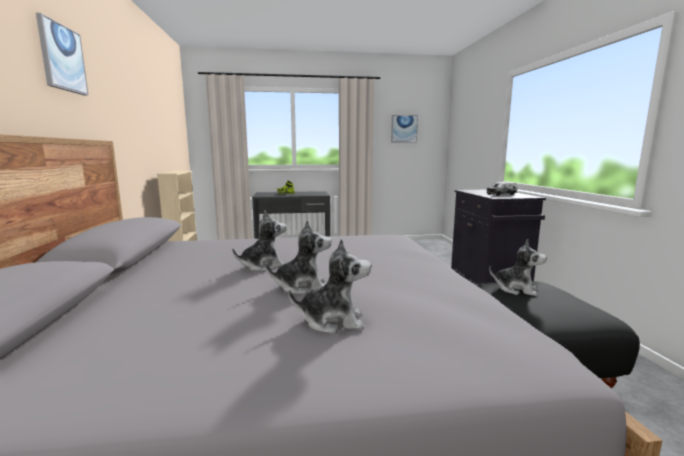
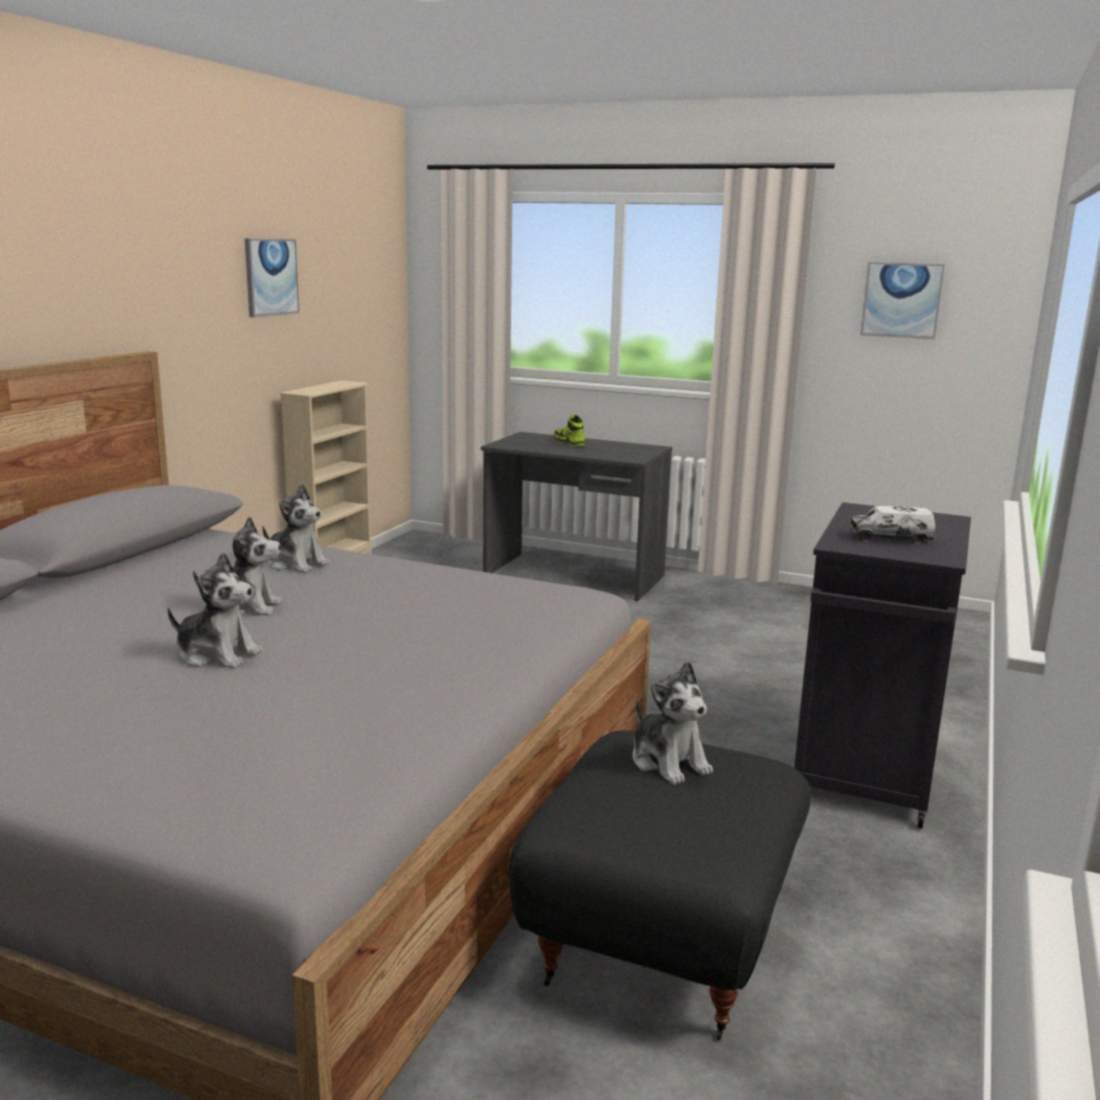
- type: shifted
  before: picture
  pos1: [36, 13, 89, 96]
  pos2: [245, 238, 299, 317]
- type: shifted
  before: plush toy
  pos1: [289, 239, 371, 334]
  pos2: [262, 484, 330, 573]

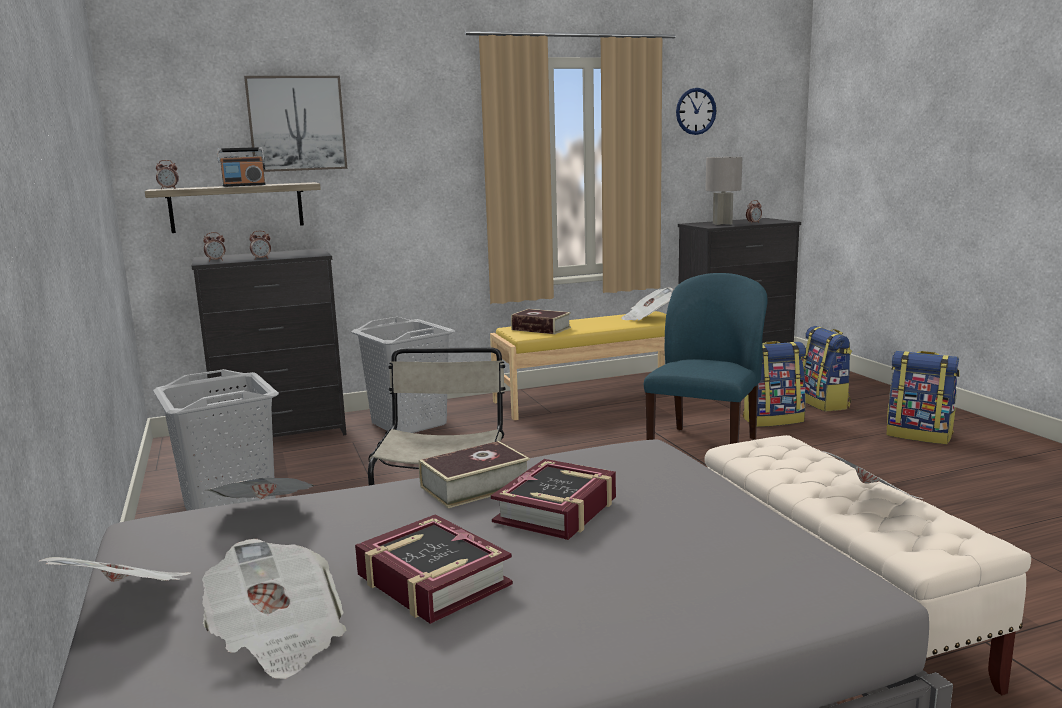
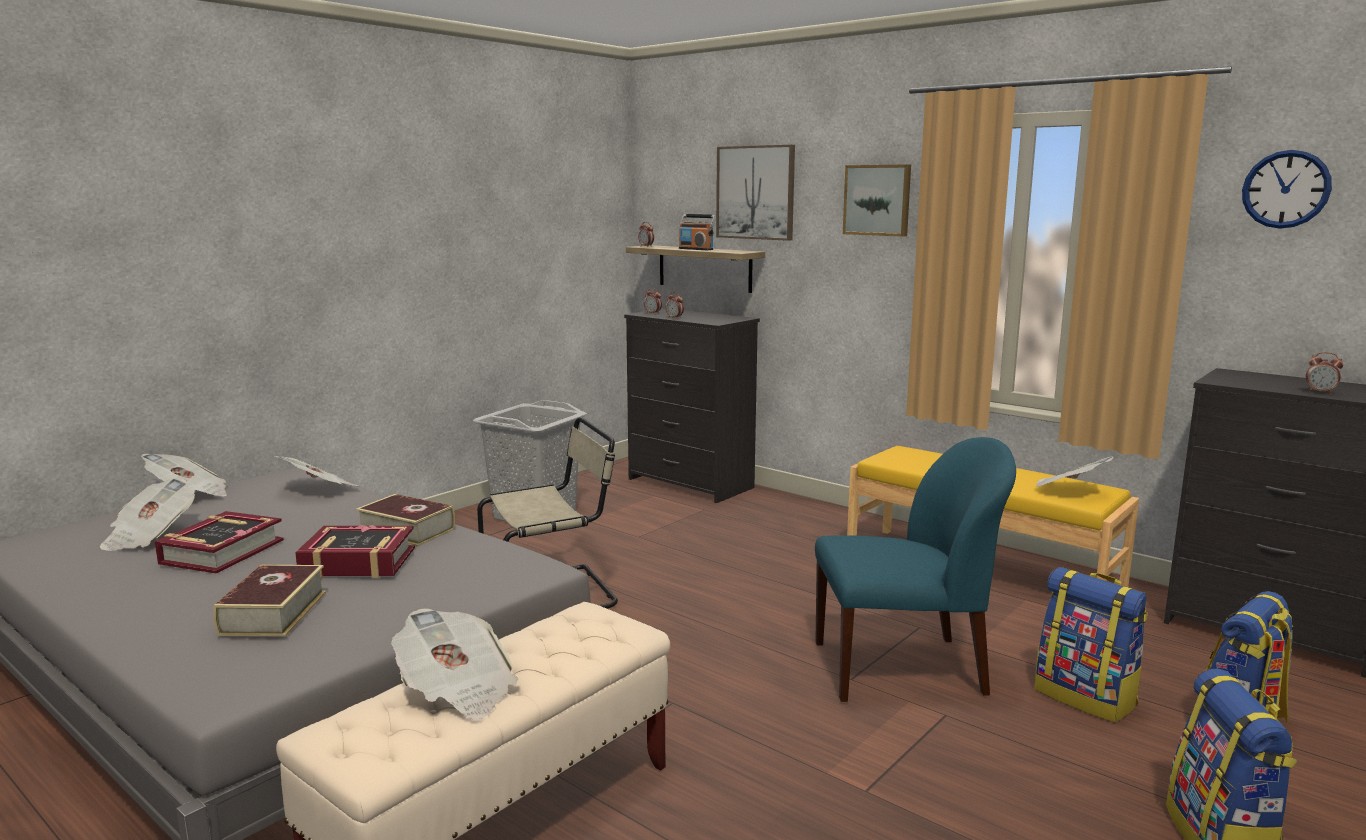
- type: shifted
  before: book
  pos1: [511, 309, 571, 334]
  pos2: [213, 565, 326, 637]
- type: new
  after: picture
  pos2: [843, 164, 911, 237]
- type: gone
  before: grey laundry basket
  pos1: [351, 317, 455, 433]
- type: gone
  before: grey table lamp
  pos1: [706, 157, 742, 225]

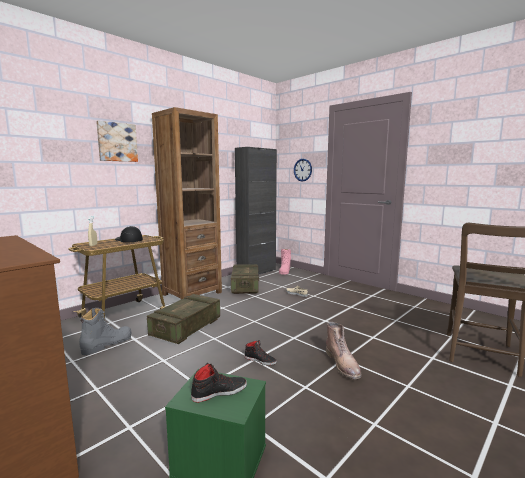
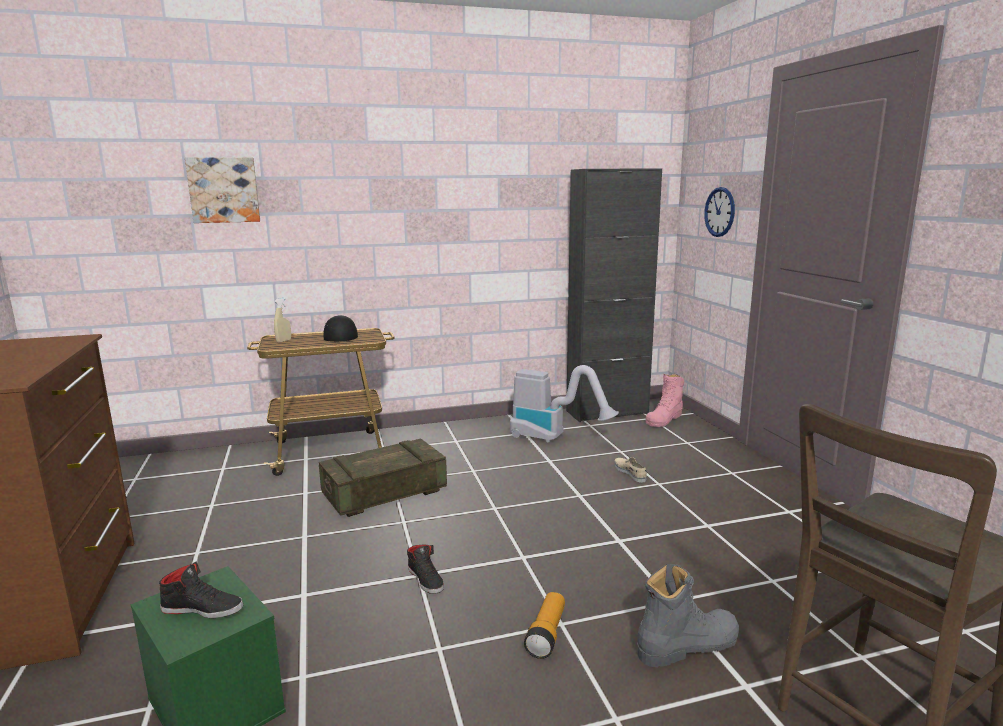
- type: shifted
  before: picture
  pos1: [96, 120, 138, 162]
  pos2: [185, 157, 260, 223]
- type: swapped
  before: crate
  after: vacuum cleaner
  pos1: [231, 264, 259, 294]
  pos2: [510, 365, 619, 443]
- type: swapped
  before: brown boot
  after: flashlight
  pos1: [326, 322, 362, 379]
  pos2: [524, 592, 565, 659]
- type: shifted
  before: grey boot
  pos1: [79, 308, 132, 355]
  pos2: [637, 564, 739, 667]
- type: gone
  before: brown bookcase
  pos1: [152, 107, 222, 300]

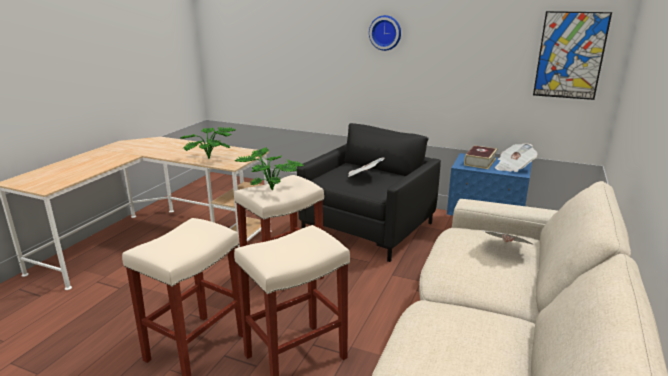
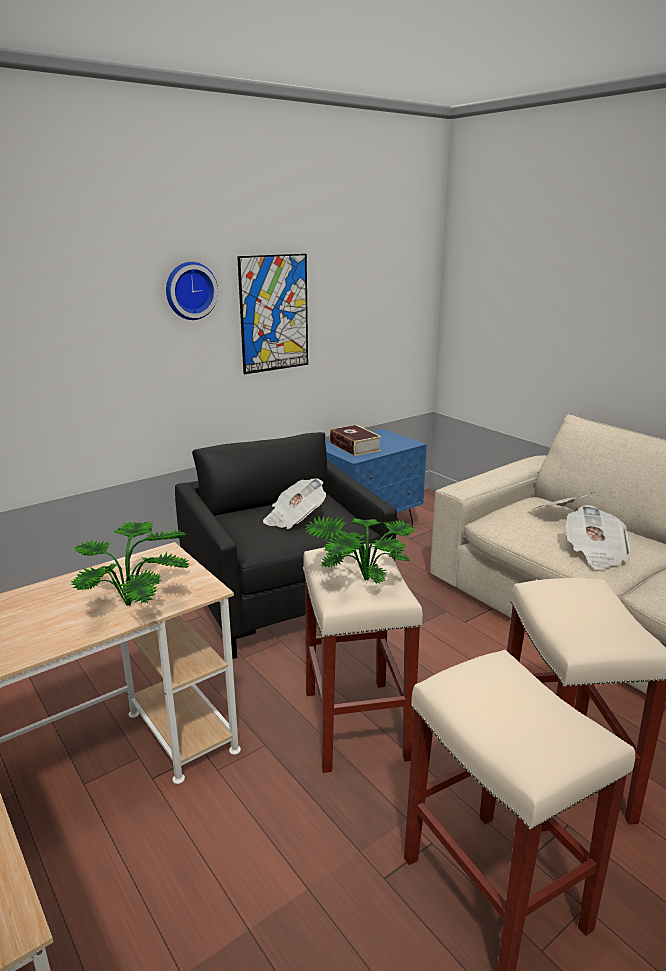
- type: shifted
  before: picture
  pos1: [533, 11, 612, 100]
  pos2: [237, 254, 308, 374]
- type: shifted
  before: newspaper
  pos1: [495, 143, 538, 172]
  pos2: [565, 505, 630, 570]

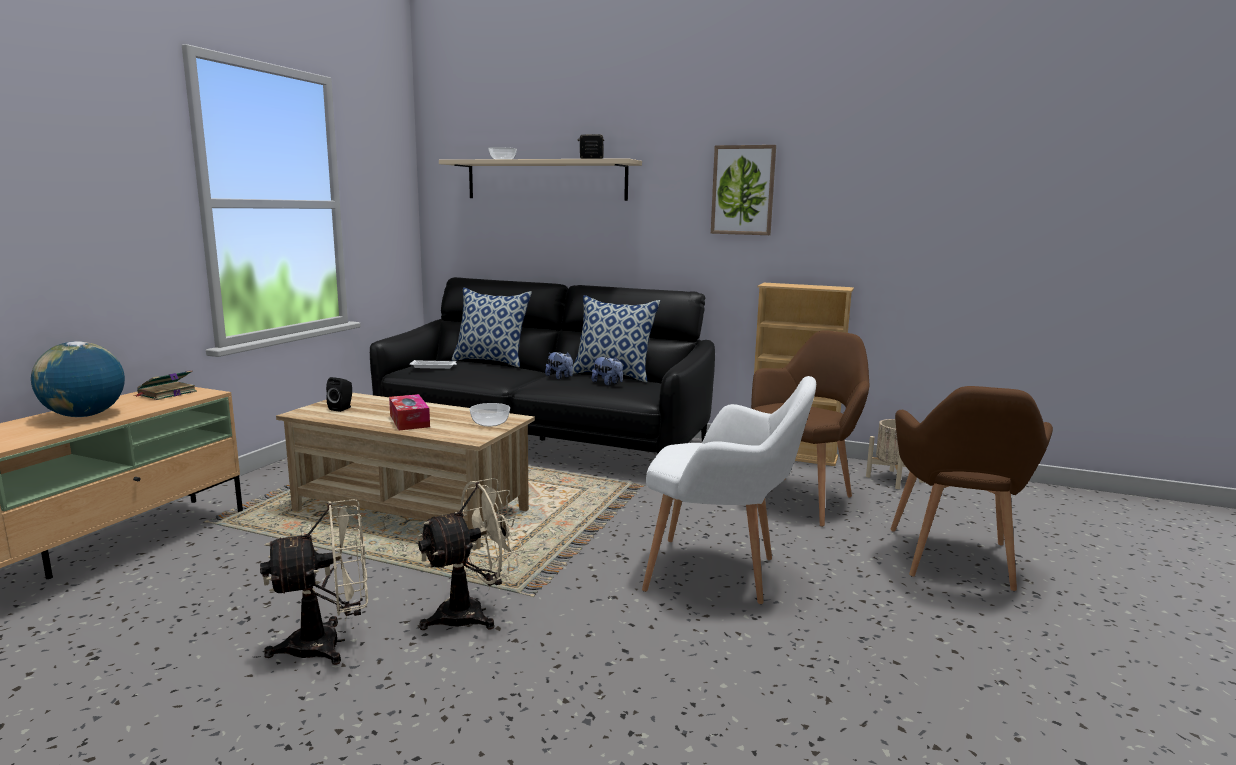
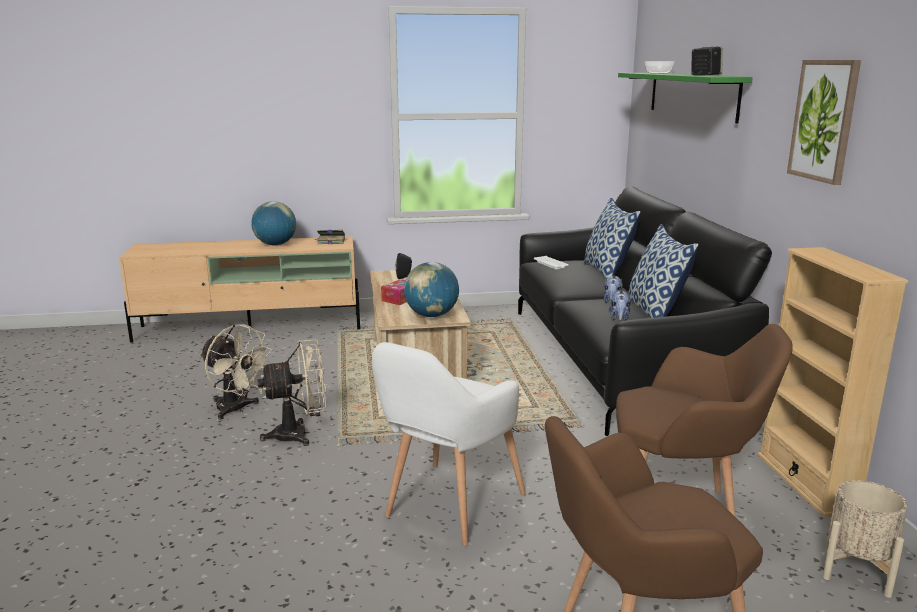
- type: rotated
  before: beige fan
  pos1: [417, 478, 524, 630]
  pos2: [257, 339, 326, 446]
  turn: -45
- type: rotated
  before: white armchair
  pos1: [642, 376, 816, 604]
  pos2: [372, 342, 526, 546]
  turn: 45
- type: swapped
  before: bowl
  after: globe
  pos1: [469, 403, 510, 427]
  pos2: [404, 262, 459, 317]
- type: repainted
  before: beige shelf
  after: green shelf
  pos1: [439, 158, 642, 201]
  pos2: [618, 73, 753, 124]

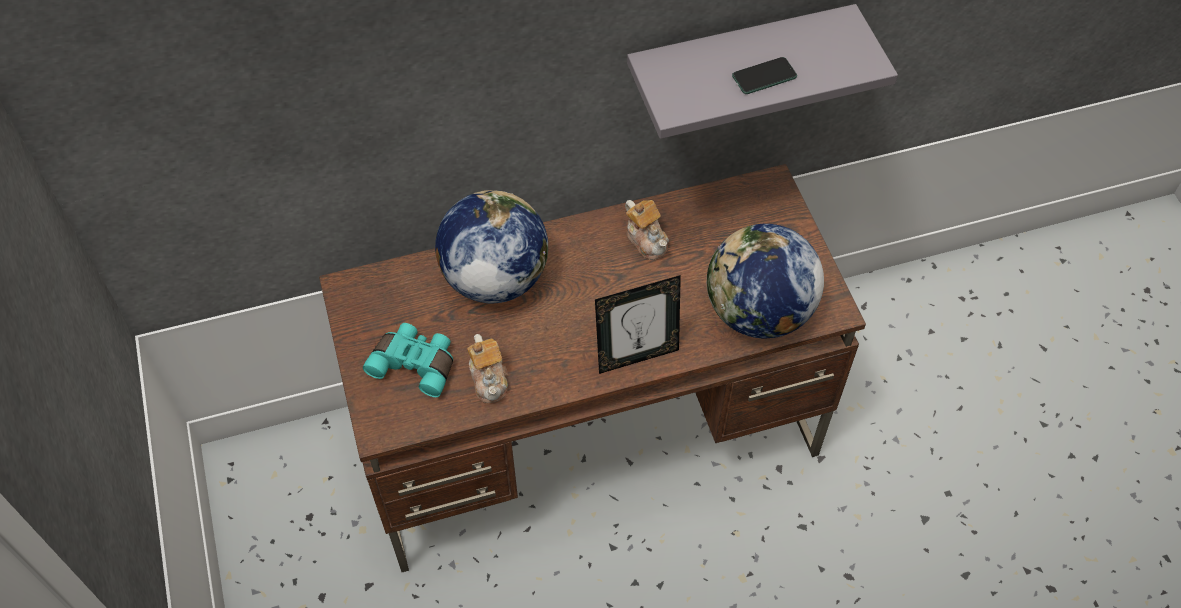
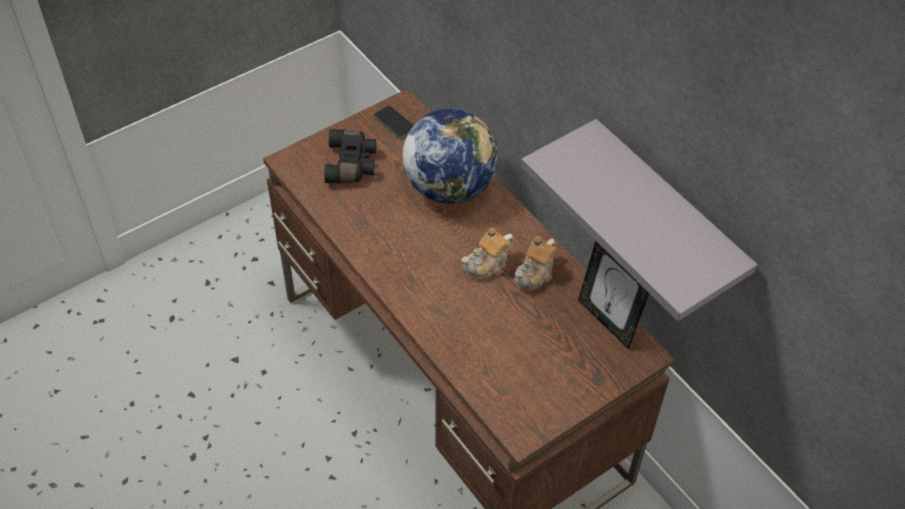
- type: repainted
  before: turquoise binoculars
  after: black binoculars
  pos1: [363, 323, 453, 397]
  pos2: [324, 129, 376, 183]
- type: shifted
  before: phone
  pos1: [732, 57, 797, 94]
  pos2: [373, 105, 414, 138]
- type: shifted
  before: teapot
  pos1: [467, 334, 508, 403]
  pos2: [462, 228, 514, 280]
- type: shifted
  before: picture frame
  pos1: [595, 275, 681, 374]
  pos2: [578, 241, 649, 350]
- type: gone
  before: globe
  pos1: [707, 224, 824, 339]

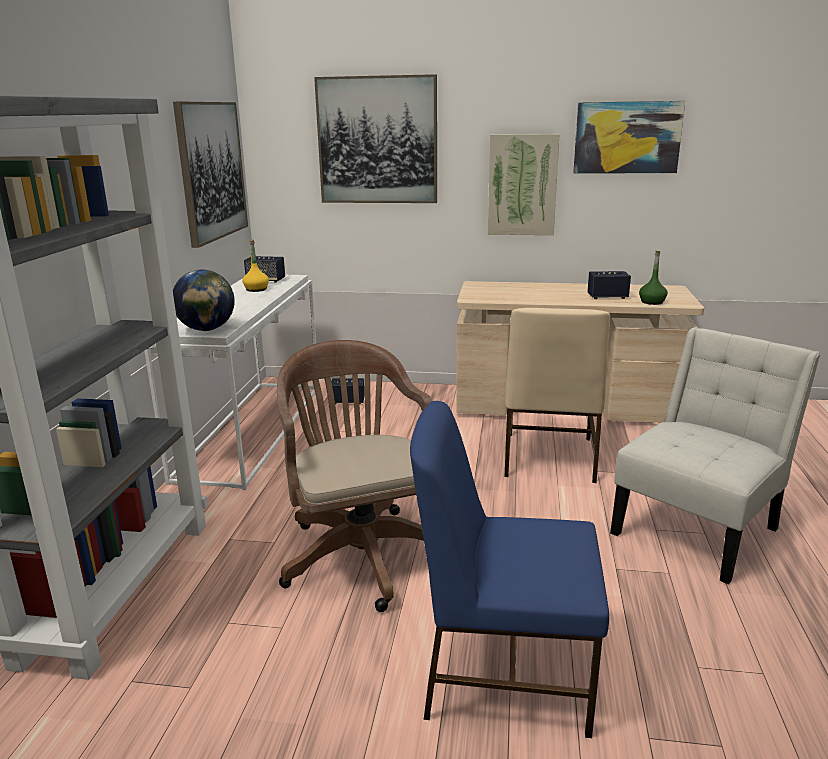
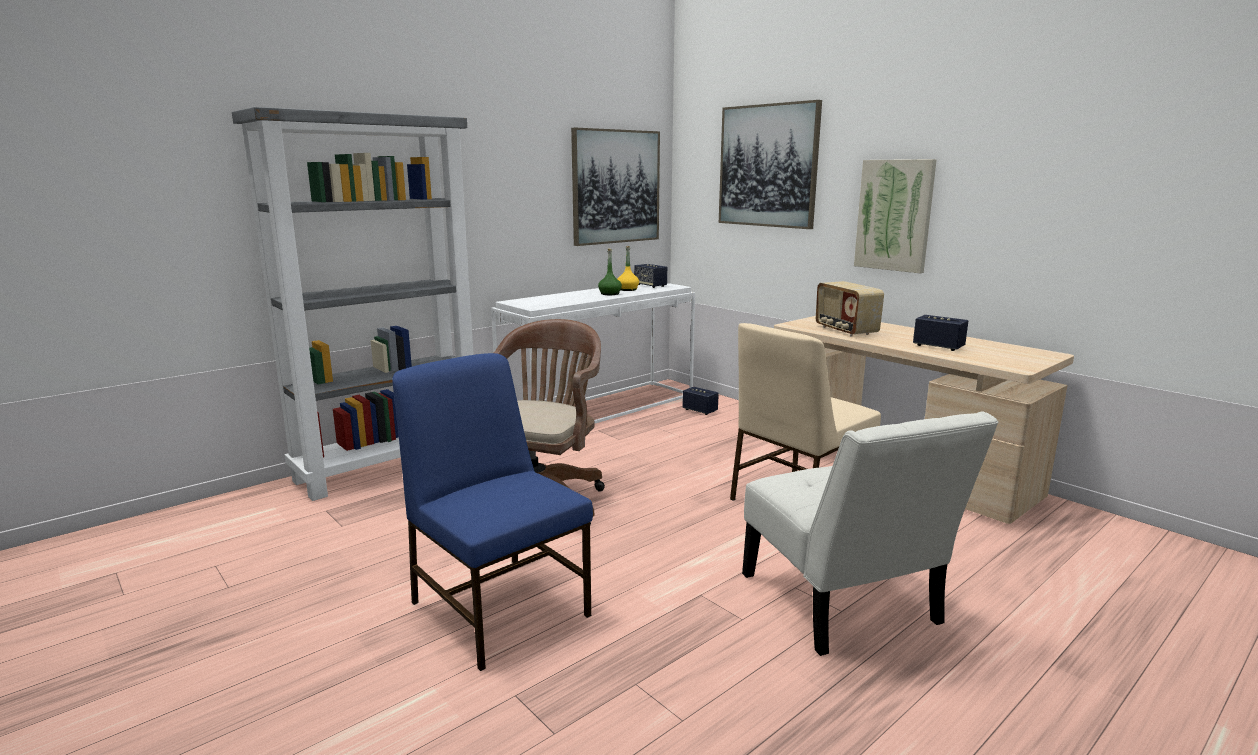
- type: shifted
  before: green bottle
  pos1: [639, 251, 668, 305]
  pos2: [598, 249, 622, 295]
- type: rotated
  before: white chair
  pos1: [610, 327, 821, 584]
  pos2: [742, 412, 998, 656]
  turn: 75
- type: new
  after: radio
  pos2: [816, 281, 884, 337]
- type: gone
  before: globe
  pos1: [173, 270, 235, 331]
- type: gone
  before: picture
  pos1: [573, 101, 685, 173]

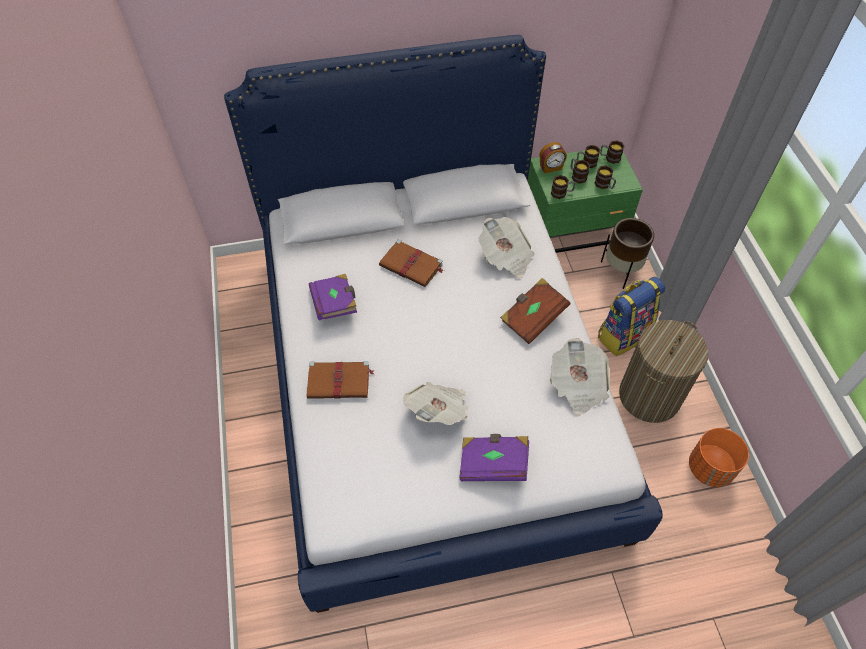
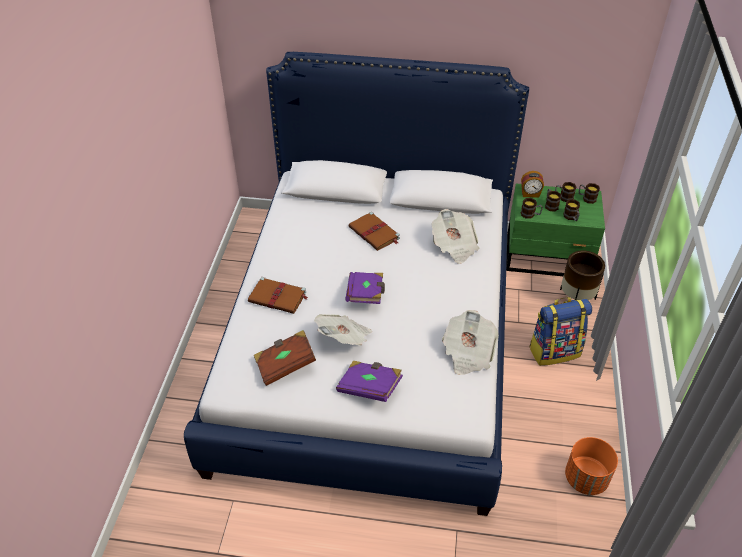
- type: shifted
  before: brown book
  pos1: [500, 278, 571, 344]
  pos2: [254, 330, 316, 386]
- type: shifted
  before: purple book
  pos1: [309, 274, 357, 321]
  pos2: [345, 272, 385, 304]
- type: gone
  before: laundry basket
  pos1: [619, 320, 708, 423]

